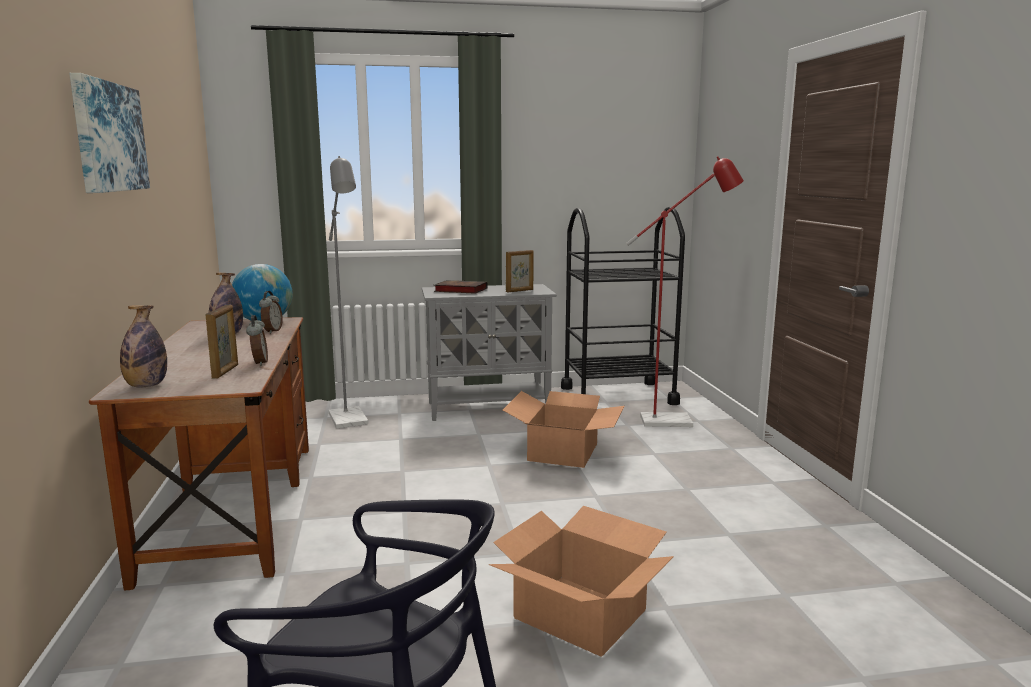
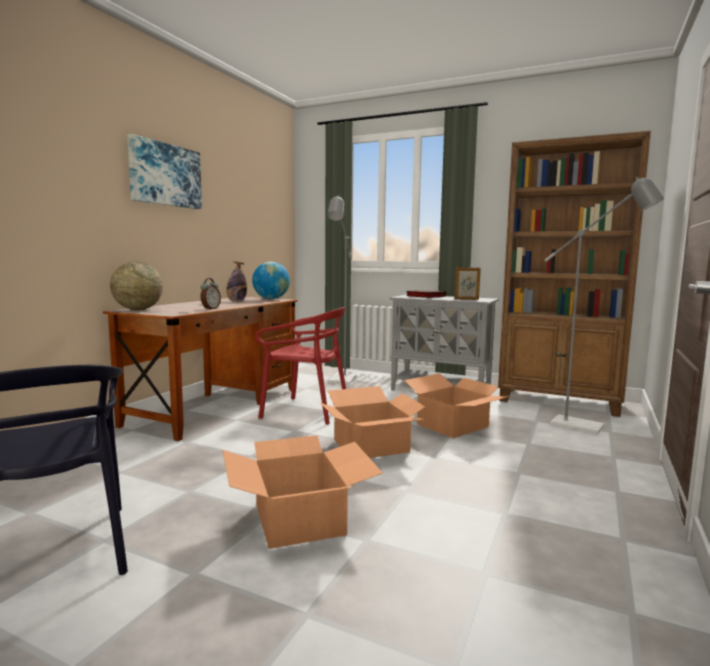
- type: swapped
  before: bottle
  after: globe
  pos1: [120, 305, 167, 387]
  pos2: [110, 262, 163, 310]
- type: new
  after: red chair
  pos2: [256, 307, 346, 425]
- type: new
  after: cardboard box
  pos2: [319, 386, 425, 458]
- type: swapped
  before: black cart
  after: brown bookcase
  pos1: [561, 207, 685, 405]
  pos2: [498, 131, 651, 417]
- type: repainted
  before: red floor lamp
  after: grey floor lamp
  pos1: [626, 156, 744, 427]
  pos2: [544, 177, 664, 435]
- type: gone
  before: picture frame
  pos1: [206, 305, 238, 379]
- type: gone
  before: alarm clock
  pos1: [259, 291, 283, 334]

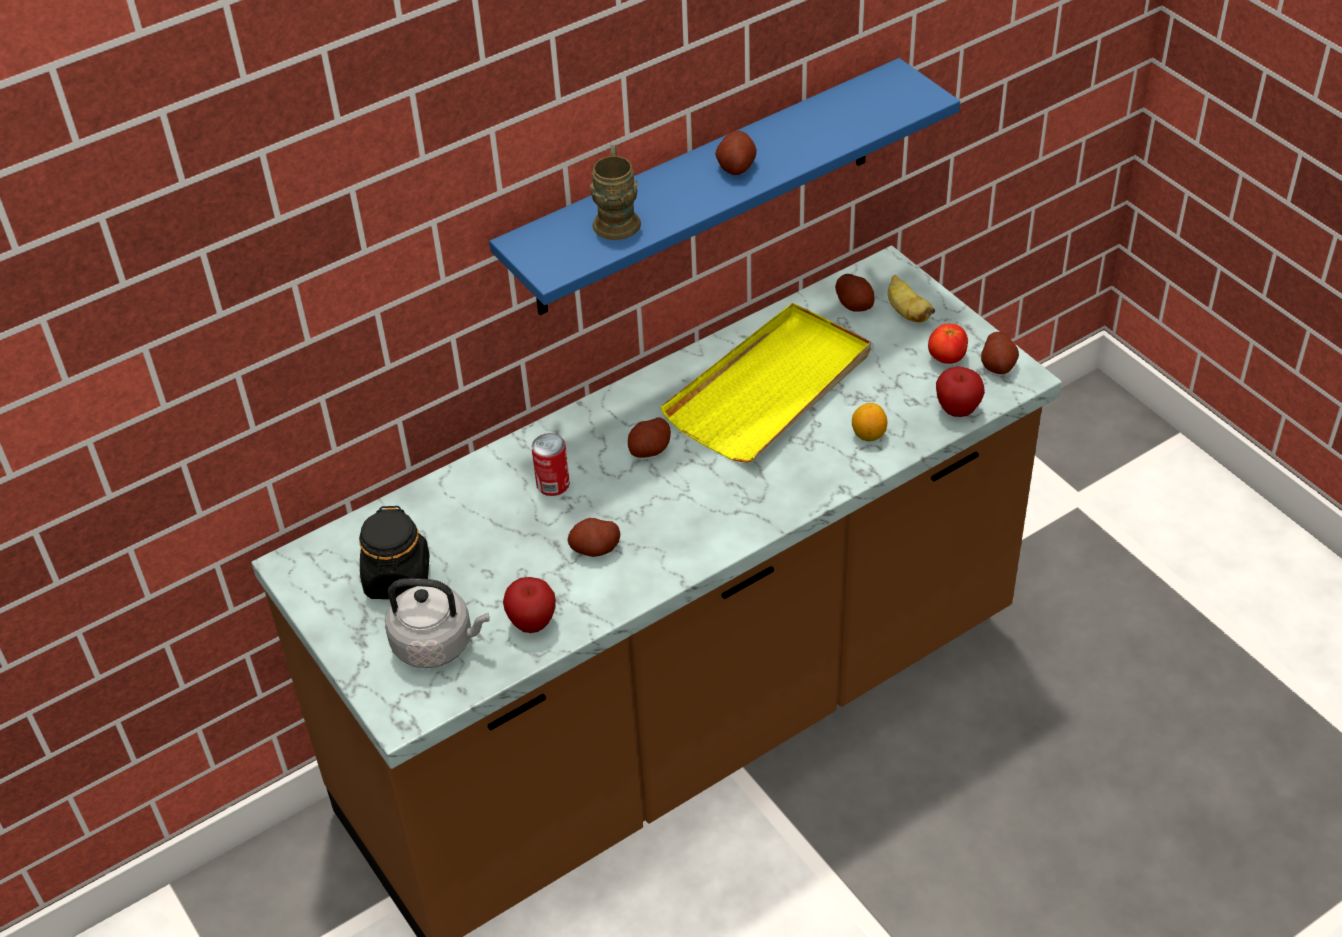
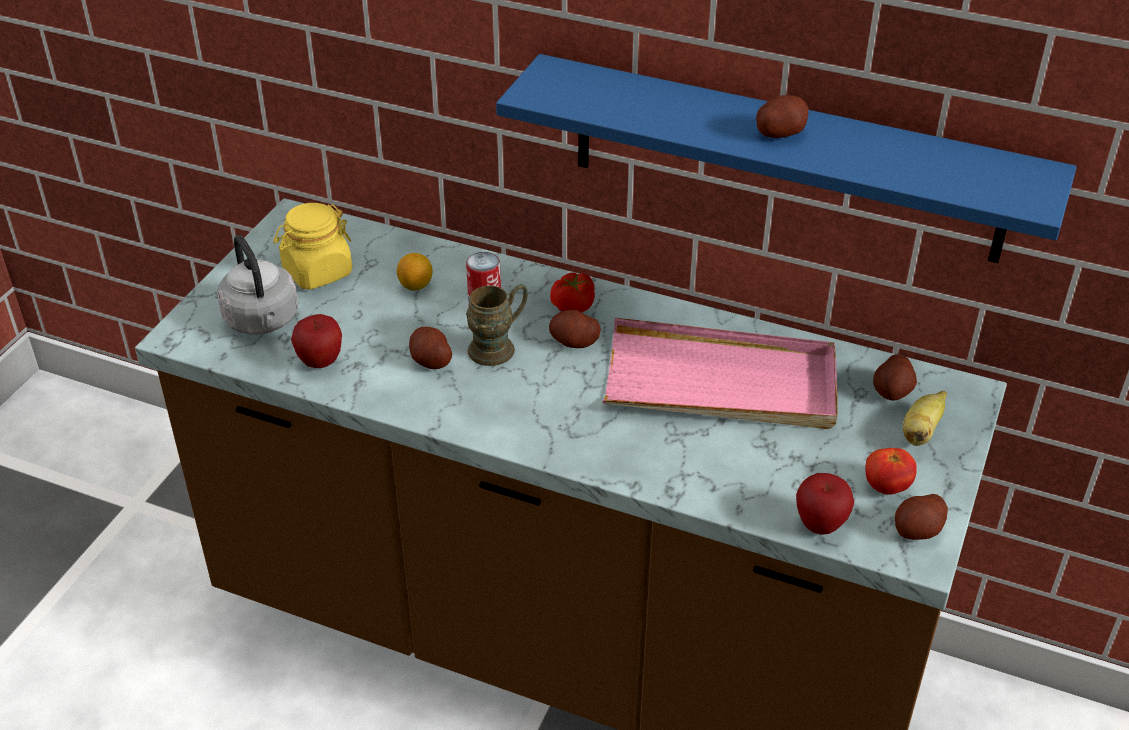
- type: repainted
  before: black jar
  after: yellow jar
  pos1: [359, 506, 430, 599]
  pos2: [273, 203, 352, 290]
- type: shifted
  before: lemon
  pos1: [852, 403, 887, 441]
  pos2: [397, 253, 432, 291]
- type: shifted
  before: brown mug
  pos1: [590, 145, 641, 240]
  pos2: [466, 284, 528, 366]
- type: new
  after: tomato
  pos2: [550, 273, 595, 312]
- type: repainted
  before: yellow tray
  after: pink tray
  pos1: [660, 303, 871, 463]
  pos2: [603, 318, 838, 429]

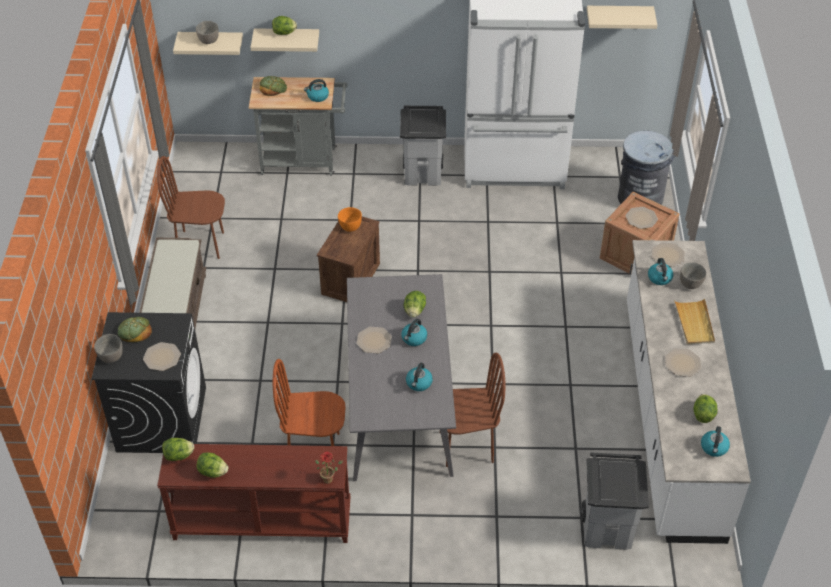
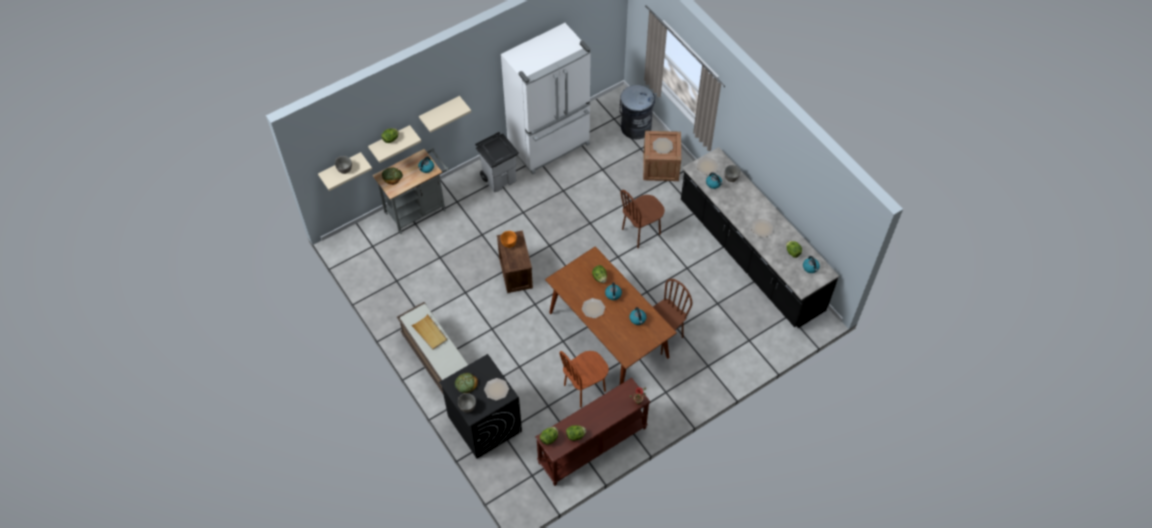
- type: shifted
  before: beige tray
  pos1: [674, 298, 715, 344]
  pos2: [411, 314, 447, 350]
- type: shifted
  before: beige shelf
  pos1: [587, 6, 657, 29]
  pos2: [419, 96, 471, 133]
- type: repainted
  before: grey dining table
  after: brown dining table
  pos1: [347, 274, 456, 481]
  pos2: [545, 246, 677, 384]
- type: shifted
  before: brown chair
  pos1: [157, 156, 225, 259]
  pos2: [621, 190, 665, 248]
- type: repainted
  before: white counter
  after: black counter
  pos1: [627, 240, 751, 544]
  pos2: [681, 147, 839, 328]
- type: gone
  before: grey trash can
  pos1: [581, 452, 649, 550]

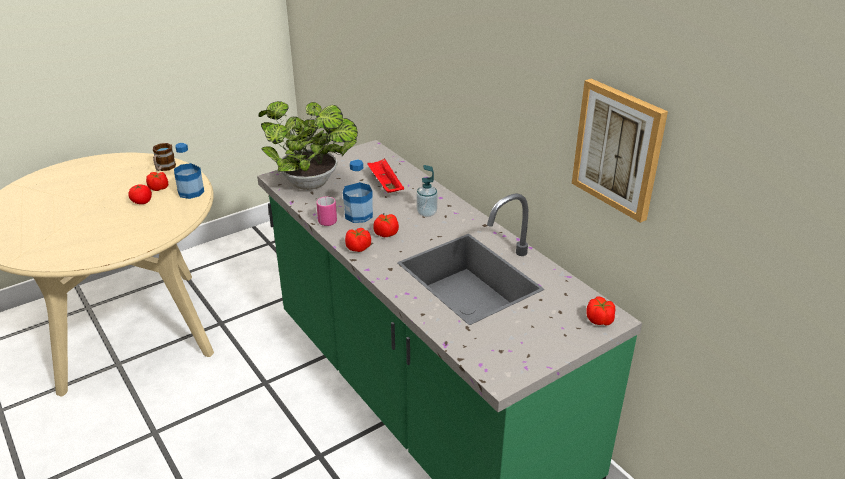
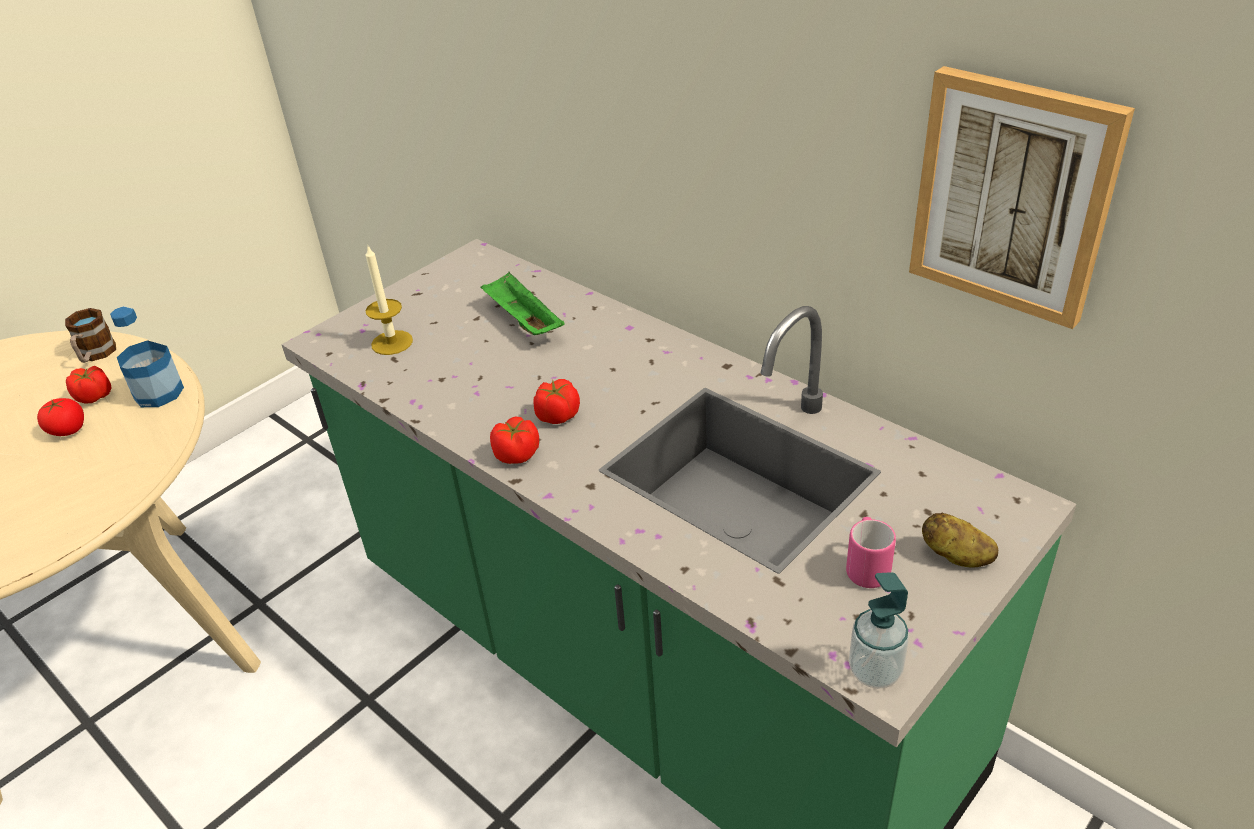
- type: swapped
  before: potted plant
  after: candle
  pos1: [259, 101, 358, 190]
  pos2: [366, 244, 413, 355]
- type: repainted
  before: red tray
  after: green tray
  pos1: [367, 159, 404, 193]
  pos2: [481, 272, 564, 335]
- type: shifted
  before: pink mug
  pos1: [316, 196, 337, 226]
  pos2: [846, 517, 896, 588]
- type: shifted
  before: soap dispenser
  pos1: [416, 165, 438, 217]
  pos2: [849, 572, 909, 689]
- type: new
  after: potato
  pos2: [922, 513, 998, 567]
- type: gone
  before: bottle
  pos1: [343, 159, 373, 223]
- type: gone
  before: tomato
  pos1: [586, 297, 615, 325]

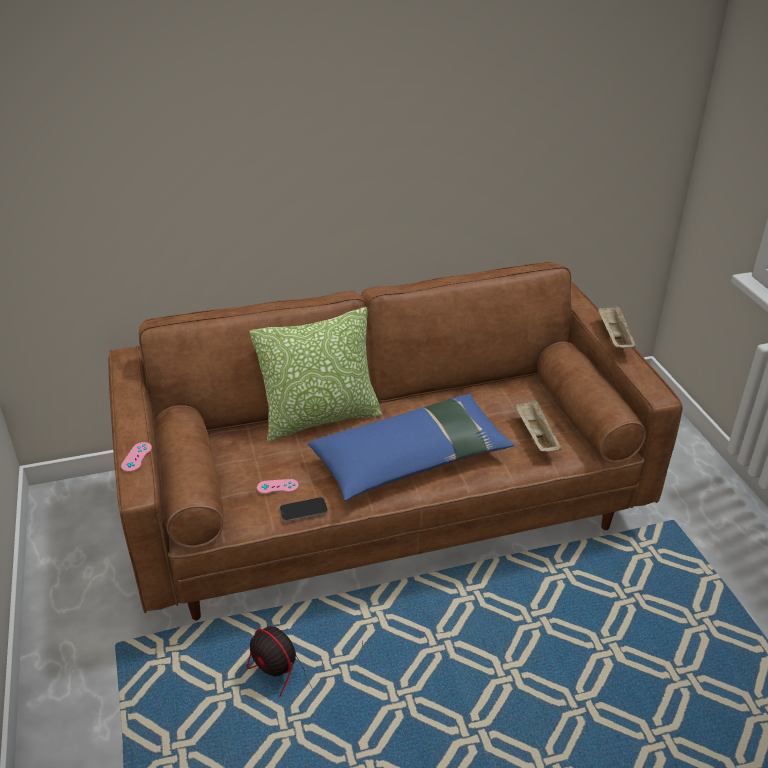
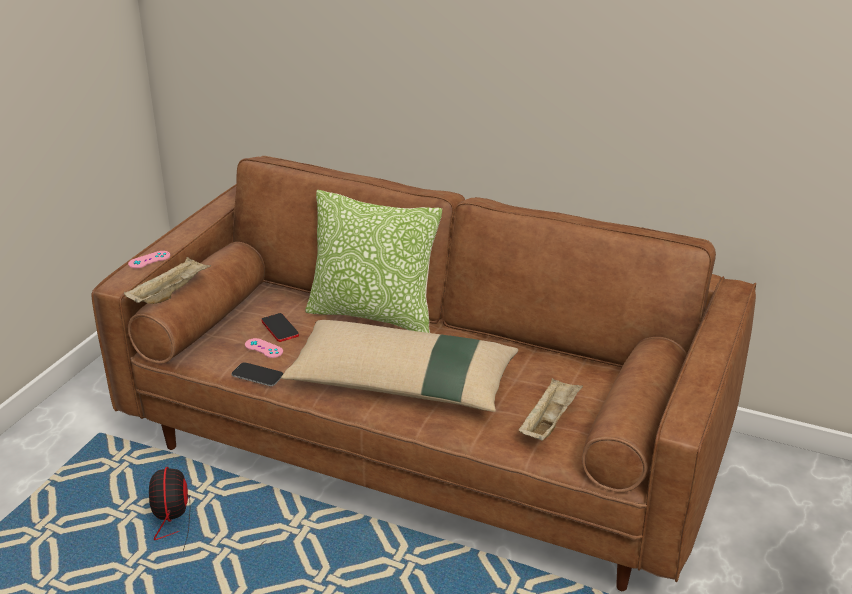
- type: shifted
  before: beige tray
  pos1: [598, 305, 637, 348]
  pos2: [124, 257, 211, 304]
- type: new
  after: phone
  pos2: [261, 313, 299, 342]
- type: repainted
  before: blue pillow
  after: beige pillow
  pos1: [308, 394, 515, 501]
  pos2: [281, 320, 518, 412]

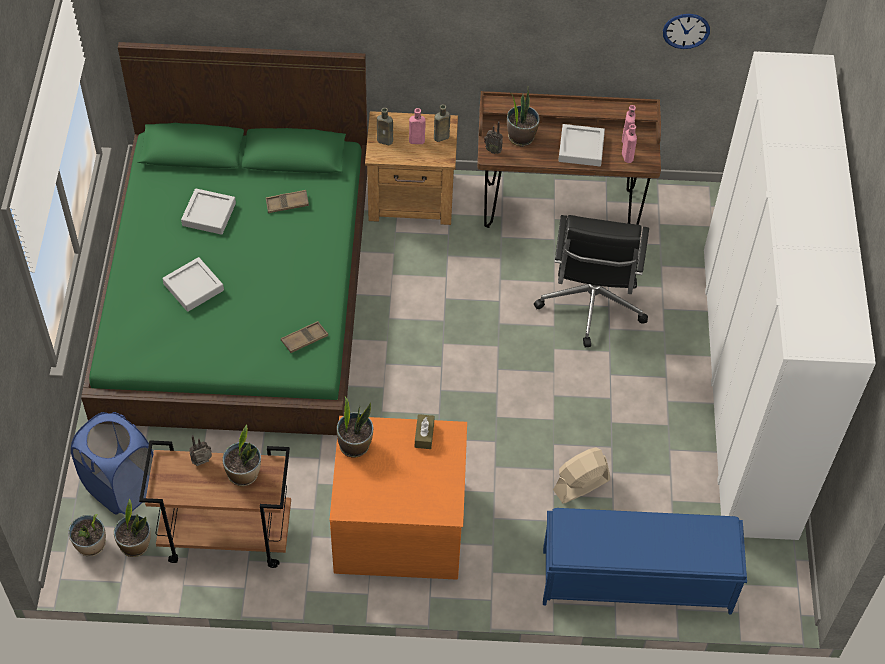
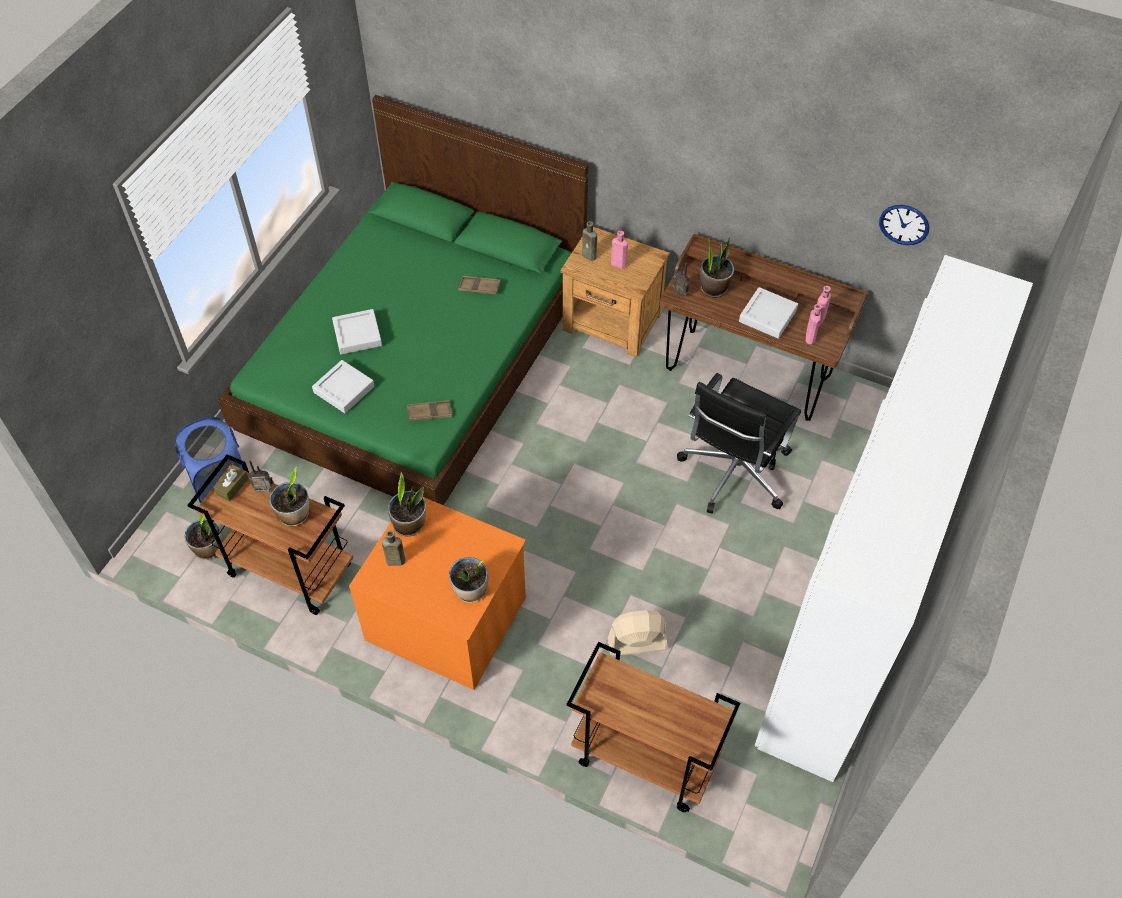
- type: shifted
  before: brown tissue box
  pos1: [415, 414, 434, 449]
  pos2: [214, 465, 249, 501]
- type: shifted
  before: grey tray
  pos1: [181, 188, 236, 235]
  pos2: [312, 360, 374, 413]
- type: shifted
  before: brown bottle
  pos1: [434, 105, 450, 142]
  pos2: [382, 530, 405, 566]
- type: shifted
  before: potted plant
  pos1: [68, 514, 106, 556]
  pos2: [449, 557, 488, 603]
- type: swapped
  before: blue bench
  after: brown cart
  pos1: [543, 508, 747, 614]
  pos2: [566, 642, 740, 812]

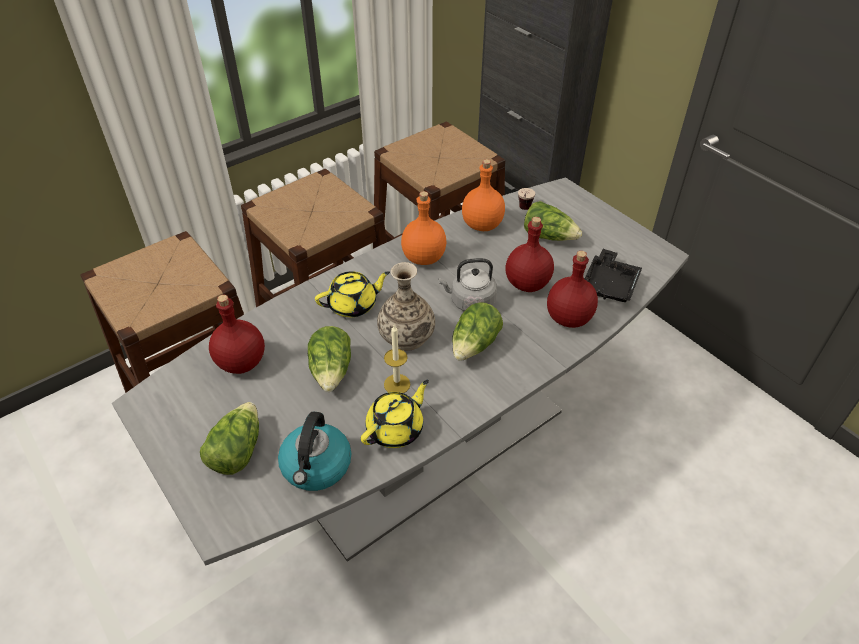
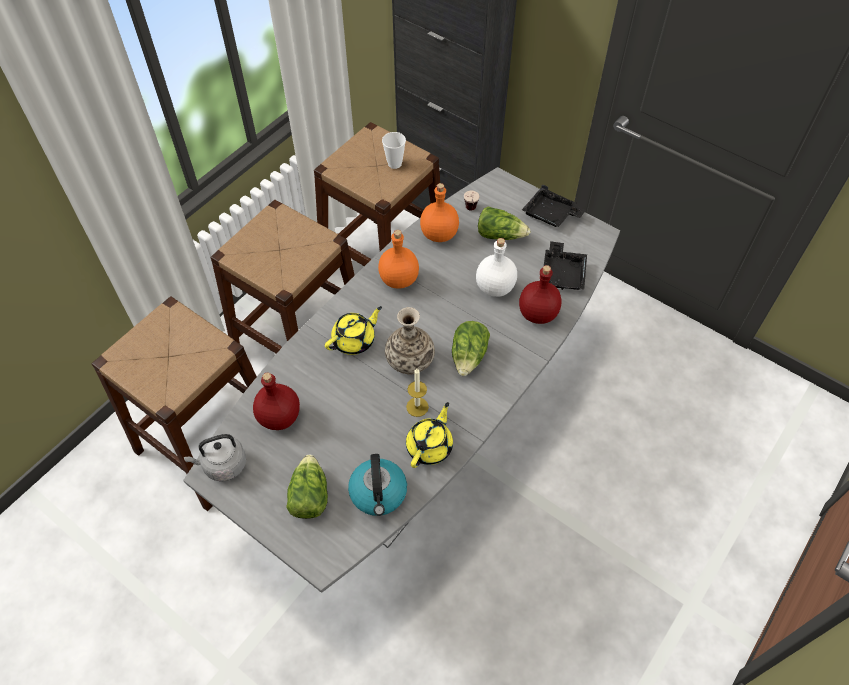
- type: shifted
  before: grey kettle
  pos1: [438, 258, 497, 311]
  pos2: [184, 434, 246, 481]
- type: new
  after: cup
  pos2: [382, 132, 406, 169]
- type: repainted
  before: red bottle
  after: white bottle
  pos1: [505, 217, 554, 292]
  pos2: [476, 238, 517, 297]
- type: new
  after: black tray
  pos2: [522, 184, 586, 227]
- type: gone
  before: lettuce
  pos1: [308, 326, 351, 392]

